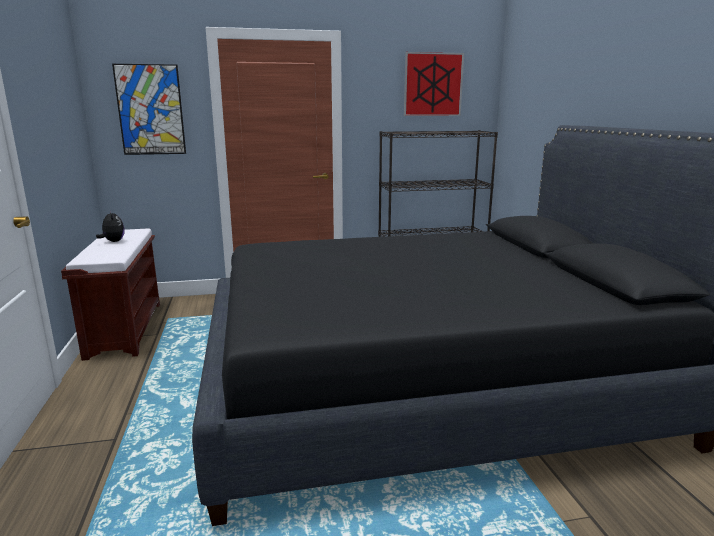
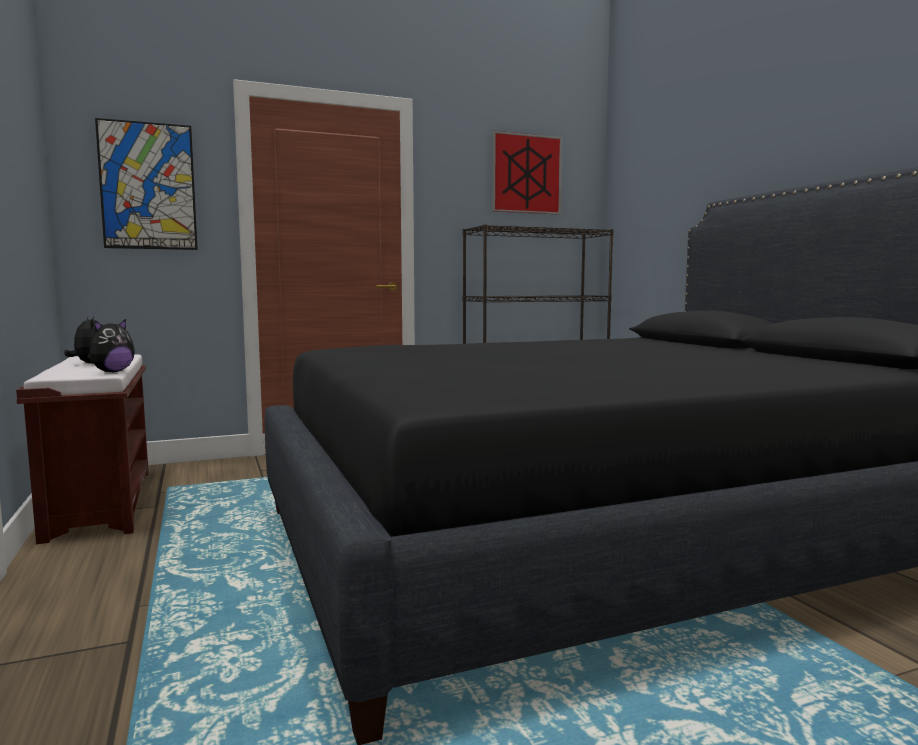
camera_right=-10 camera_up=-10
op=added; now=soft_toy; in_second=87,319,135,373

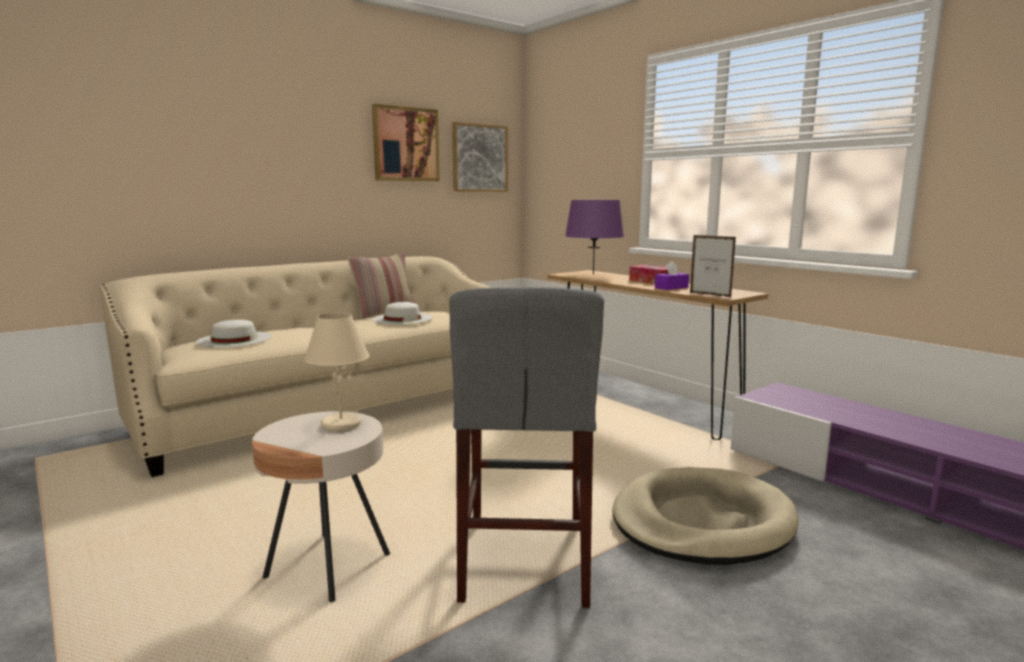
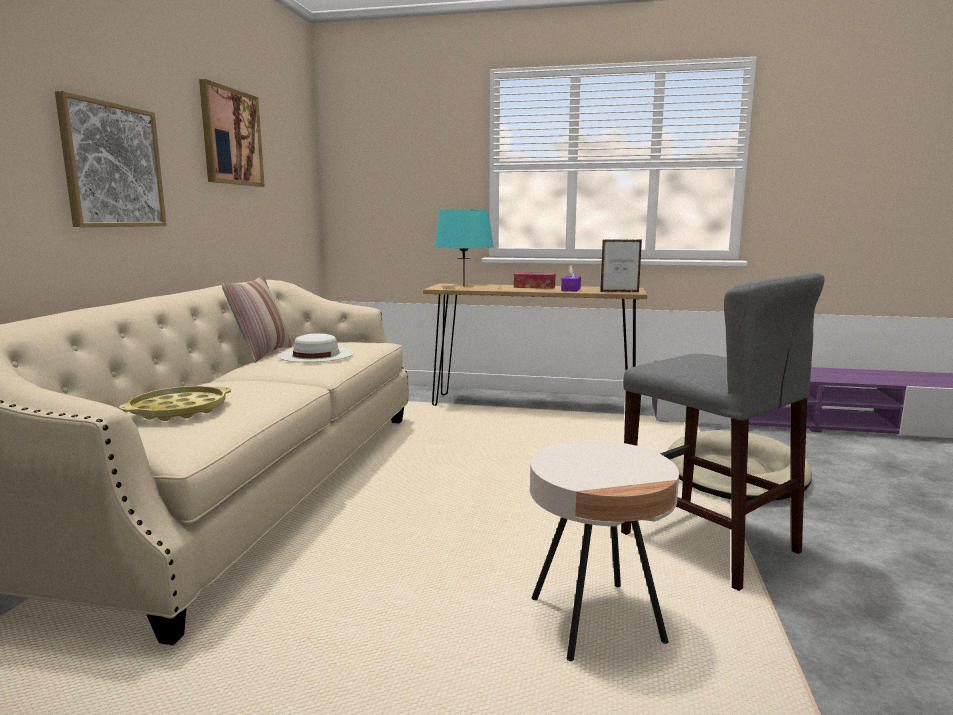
camera_right=-40 camera_up=0
op=replaced; was=white-coloured_wearable_hat; now=yellow-coloured_carrying_tray; in_first=196,319,272,347; in_second=119,386,231,421
op=removed; was=beige-coloured_tabletop_lamp; in_first=304,313,370,431
op=moved; was=wall_picture; in_first=452,122,508,192; in_second=55,91,167,227
op=recoloured; was=purplish_tabletop_lamp; now=turquoise-coloured_tabletop_lamp; in_first=565,200,624,275; in_second=434,210,494,286

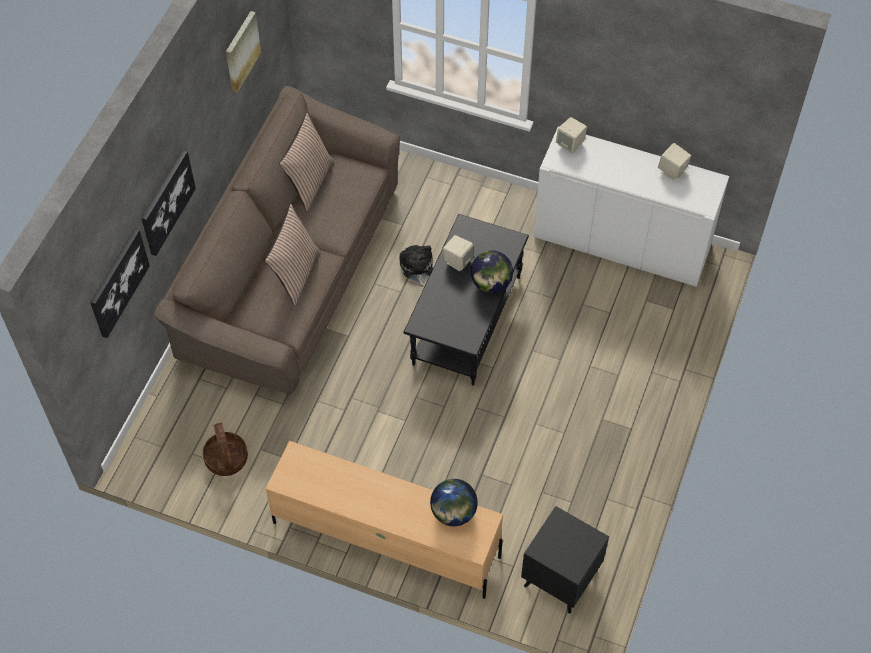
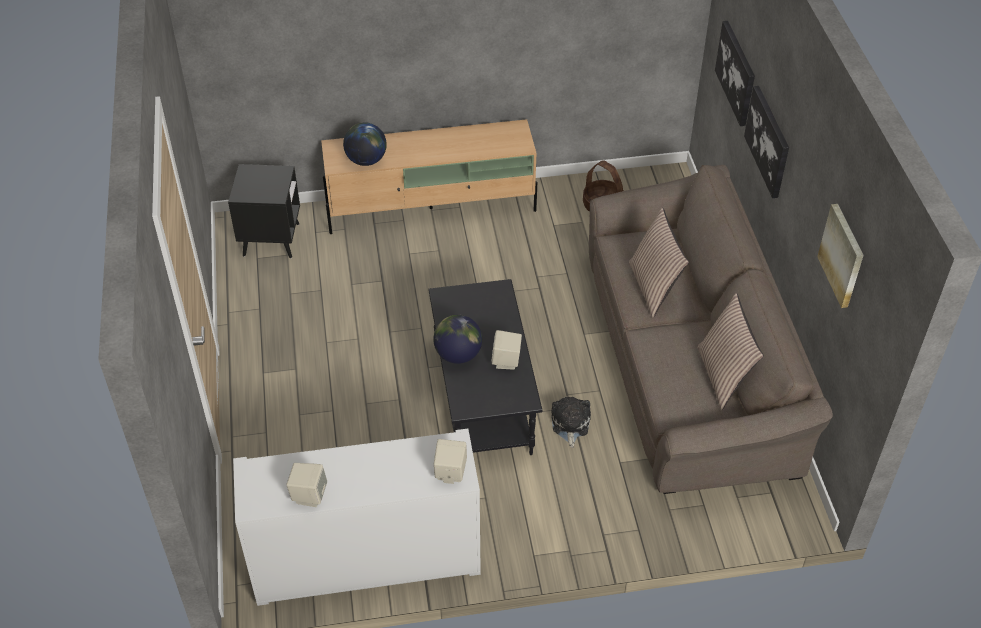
camera_right=150 camera_up=-10
op=turned; was=soft_toy; in_first=399,245,433,287; in_second=551,397,591,448; clockwise=-135

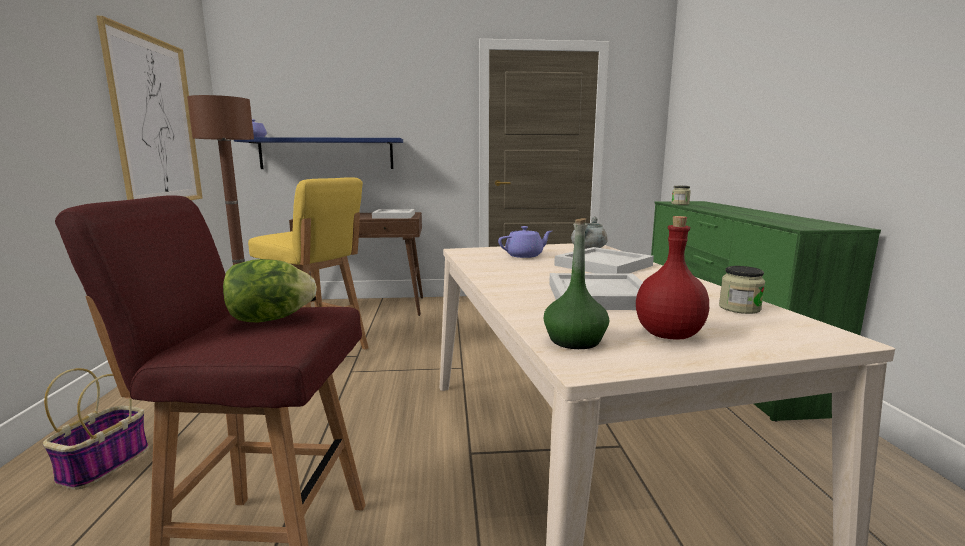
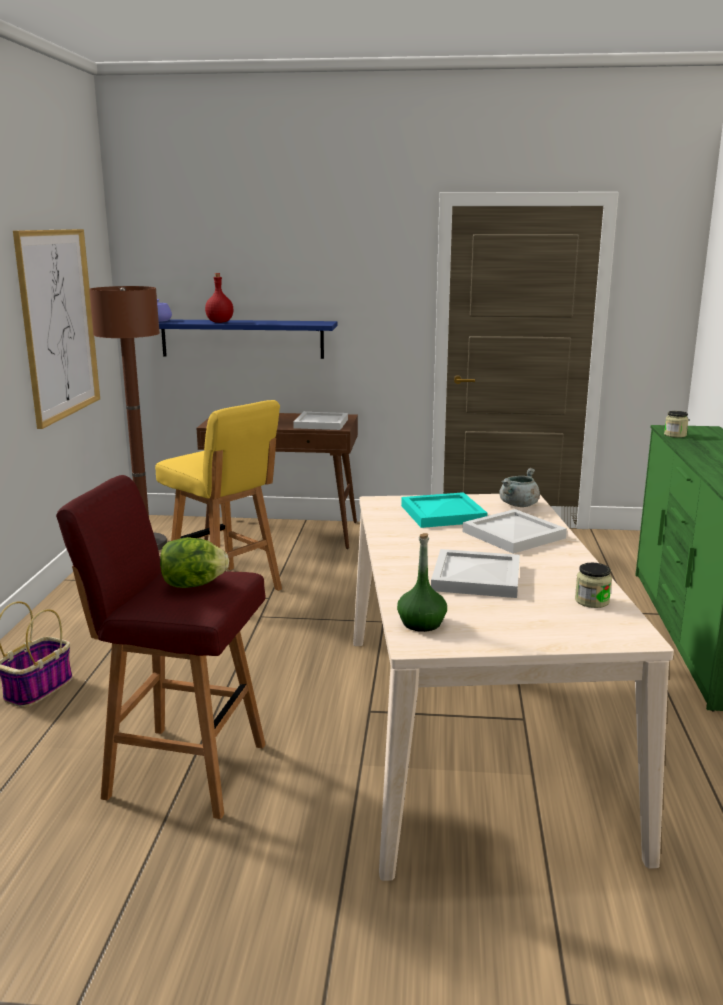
camera_right=10 camera_up=5
op=replaced; was=purplish_tea_pot; now=turquoise-coloured_carrying_tray; in_first=498,226,552,258; in_second=401,492,488,528
op=moved; was=red-coloured_drink_bottle; in_first=636,216,709,340; in_second=205,273,233,323

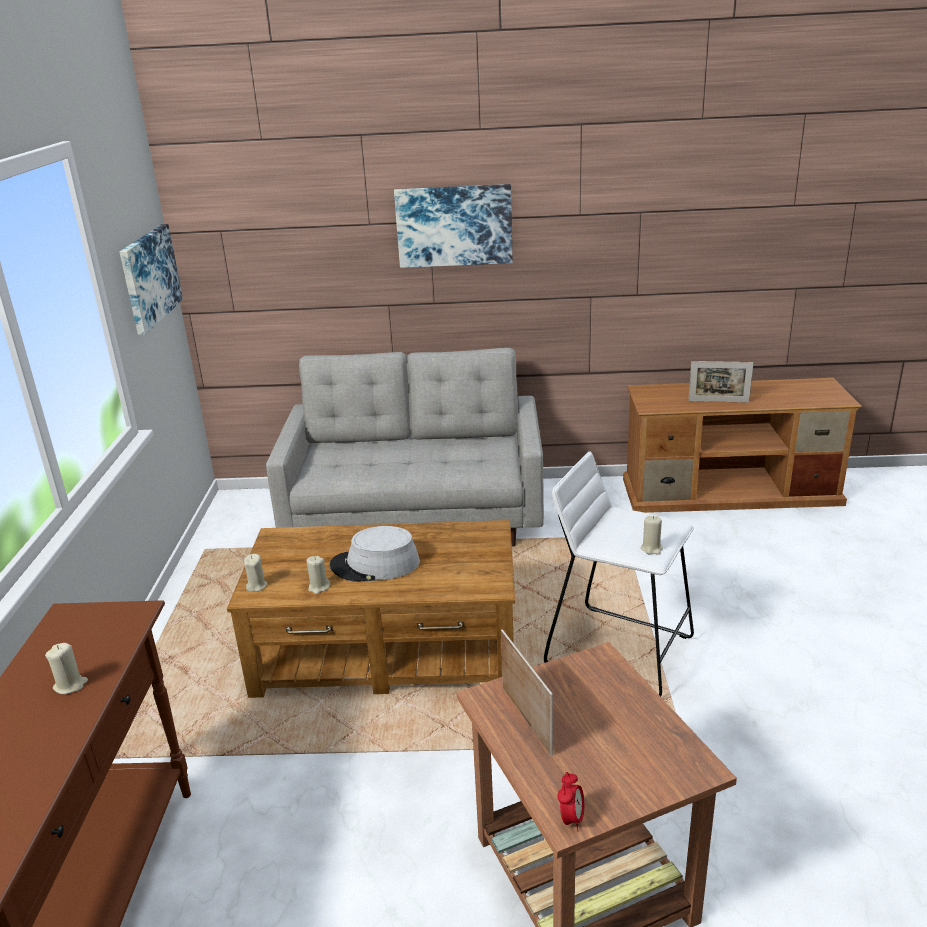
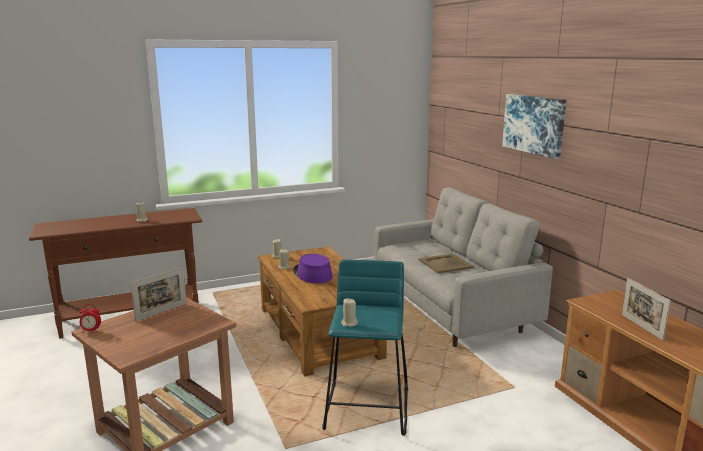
camera_right=65 camera_up=-10
op=removed; was=wall_picture; in_first=120,224,183,335
op=recoloured; was=gray_wearable_hat; now=purplish_wearable_hat; in_first=330,526,420,582; in_second=293,254,333,284
op=recoloured; was=white-coloured_sitting_stool; now=turquoise-coloured_sitting_stool; in_first=544,451,694,697; in_second=322,260,408,436
op=added; now=beige-coloured_carrying_tray; in_second=418,254,474,274

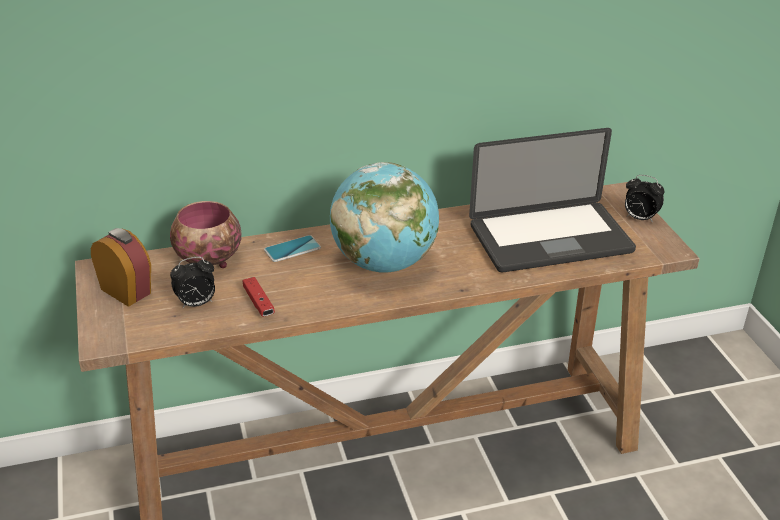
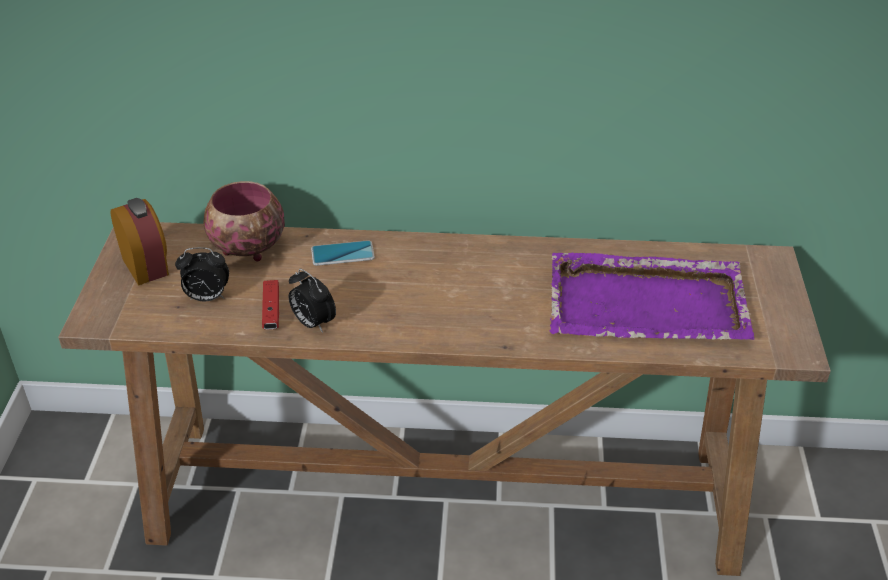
camera_right=20 camera_up=5
op=removed; was=globe; in_first=330,162,439,272
op=replaced; was=portable_computer; now=purplish_carrying_tray; in_first=469,128,636,272; in_second=549,253,755,340
op=moved; was=bedside_clock; in_first=625,175,664,223; in_second=289,269,336,333

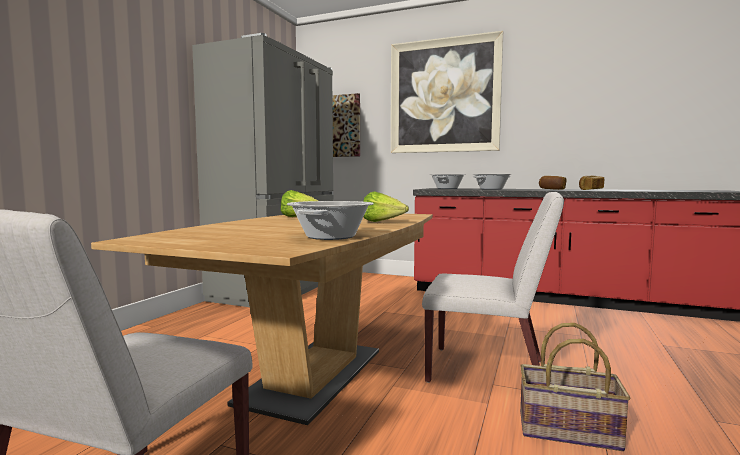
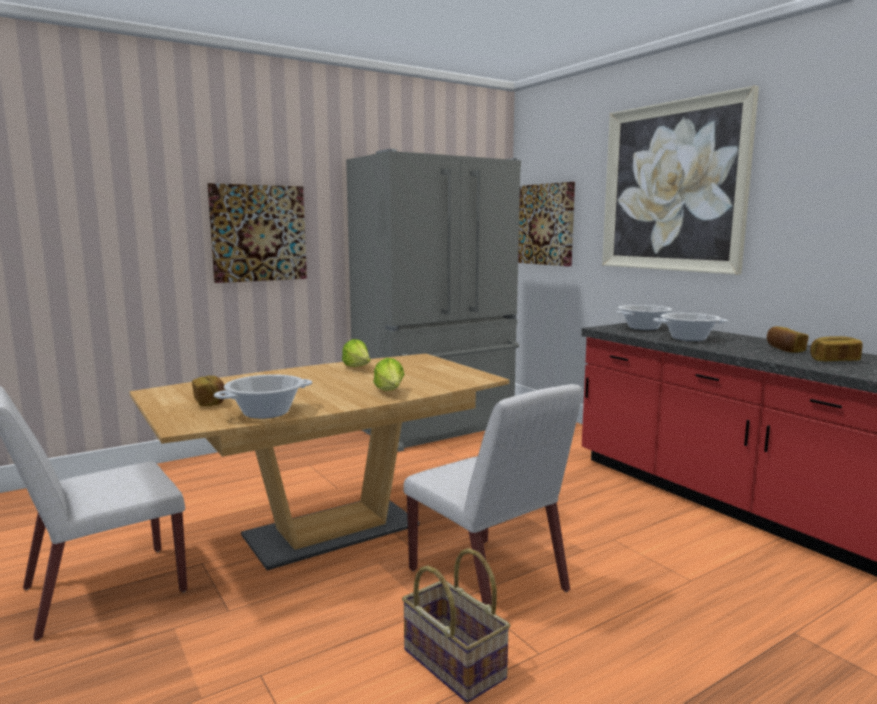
camera_right=35 camera_up=5
op=added; now=bread; in_second=192,376,225,406
op=added; now=wall_picture; in_second=208,183,307,283

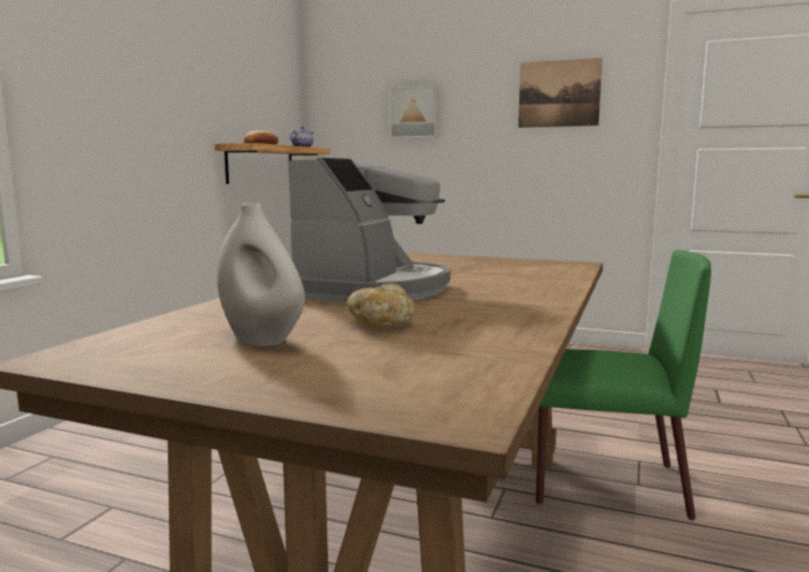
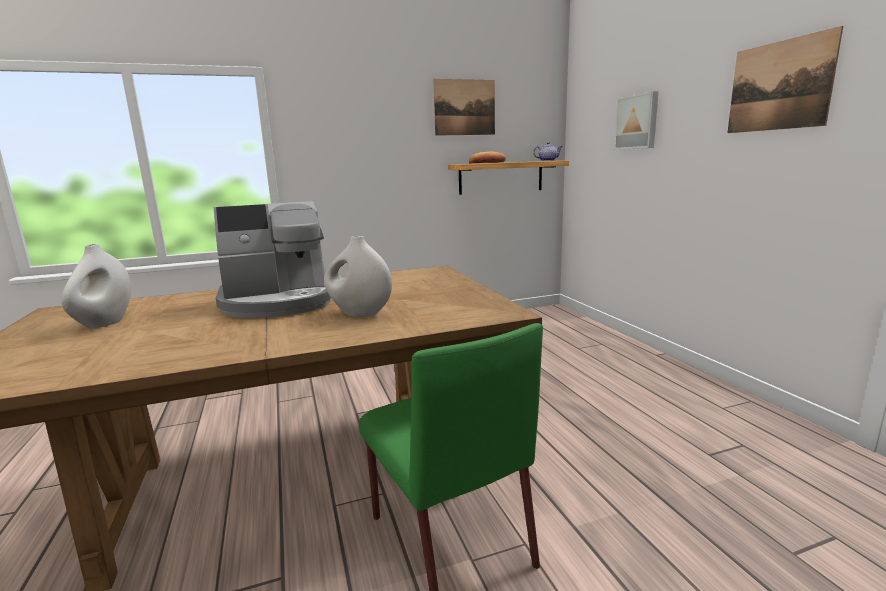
camera_right=50 camera_up=5
op=removed; was=bread; in_first=347,283,416,328
op=added; now=white-coloured_vase; in_second=324,236,392,317
op=added; now=wall_picture; in_second=433,79,495,136

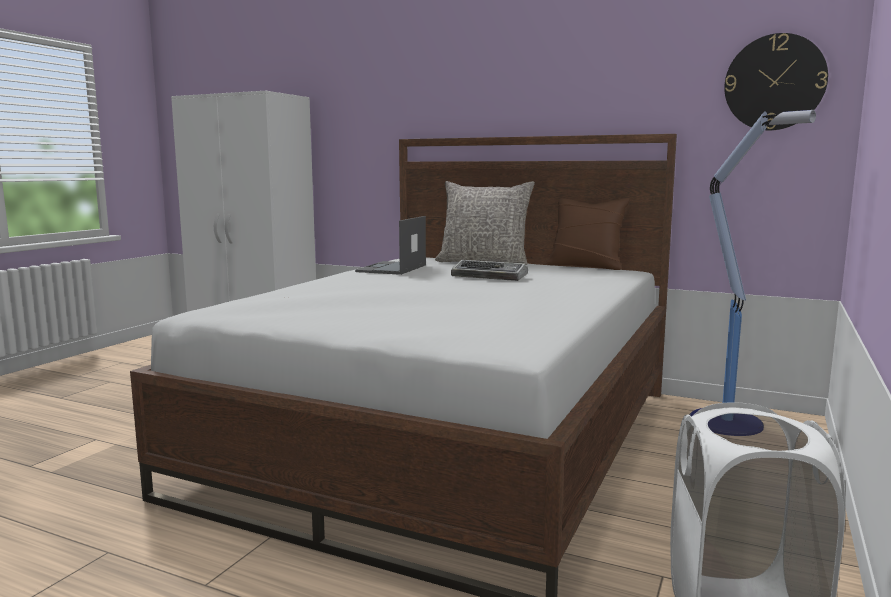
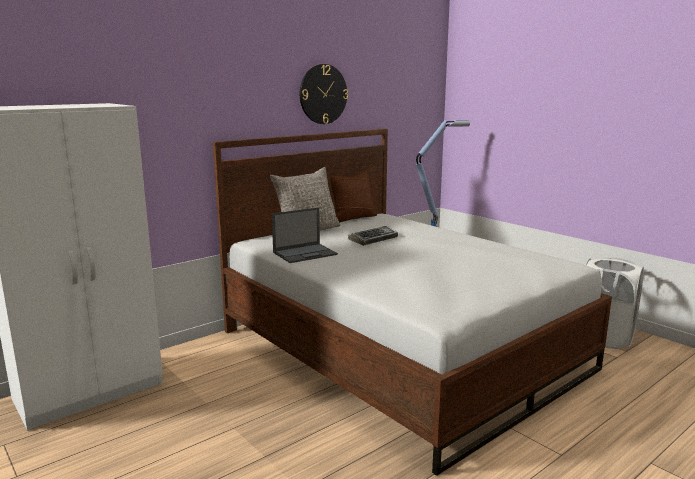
camera_right=-65 camera_up=5
op=turned; was=portable_computer; in_first=355,216,426,275; in_second=272,207,338,263; clockwise=-75
op=moved; was=hanging_clock; in_first=724,33,828,130; in_second=300,64,348,124

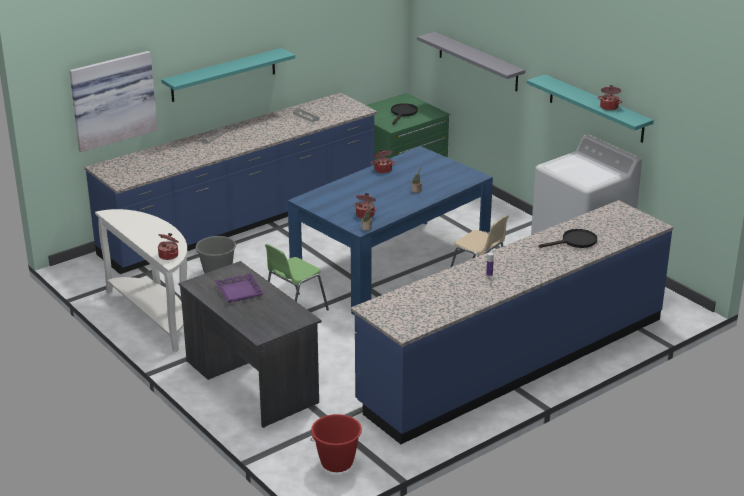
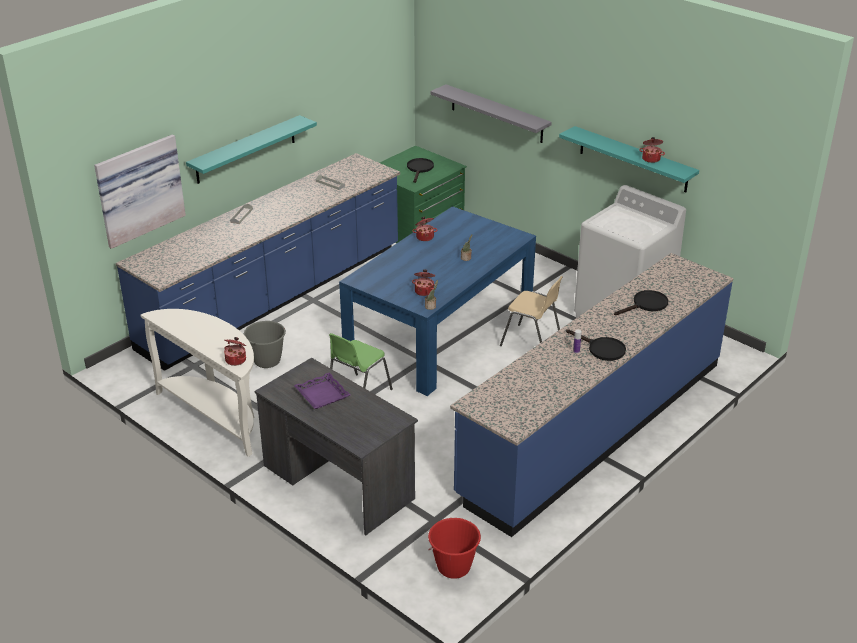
camera_right=-10 camera_up=5
op=added; now=black-coloured_skillet; in_second=566,329,626,361

